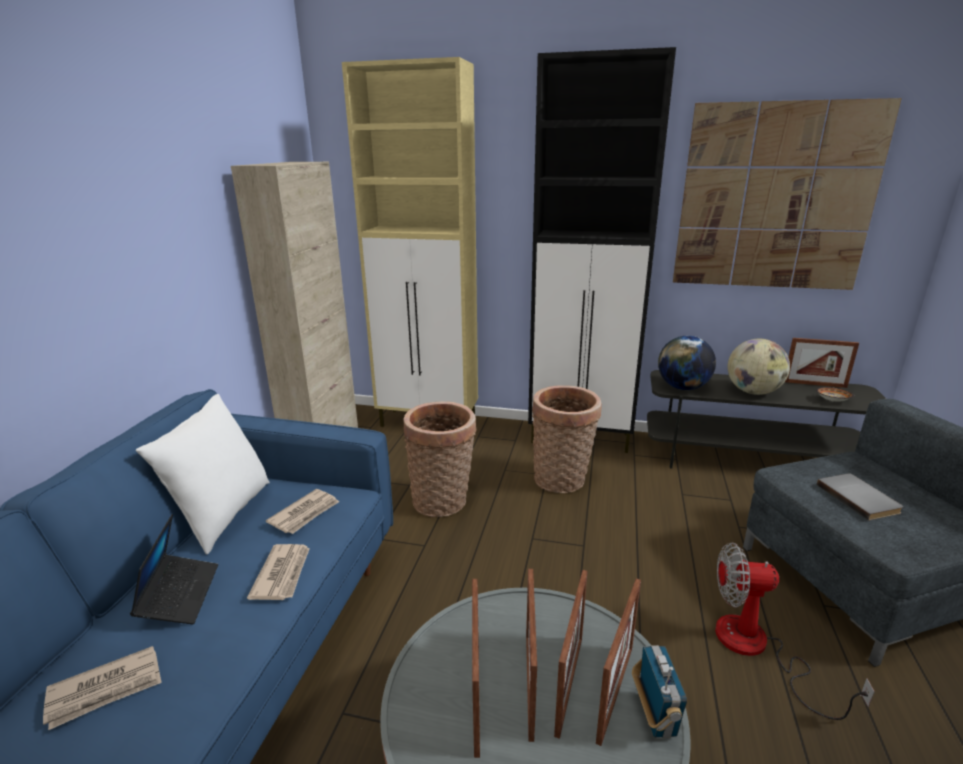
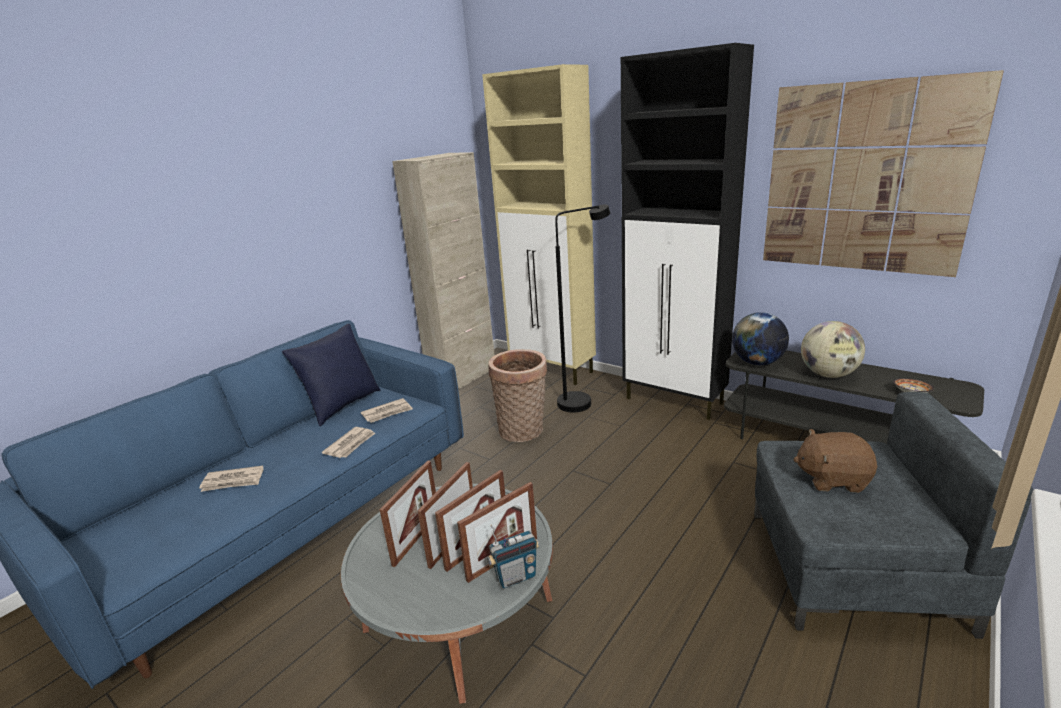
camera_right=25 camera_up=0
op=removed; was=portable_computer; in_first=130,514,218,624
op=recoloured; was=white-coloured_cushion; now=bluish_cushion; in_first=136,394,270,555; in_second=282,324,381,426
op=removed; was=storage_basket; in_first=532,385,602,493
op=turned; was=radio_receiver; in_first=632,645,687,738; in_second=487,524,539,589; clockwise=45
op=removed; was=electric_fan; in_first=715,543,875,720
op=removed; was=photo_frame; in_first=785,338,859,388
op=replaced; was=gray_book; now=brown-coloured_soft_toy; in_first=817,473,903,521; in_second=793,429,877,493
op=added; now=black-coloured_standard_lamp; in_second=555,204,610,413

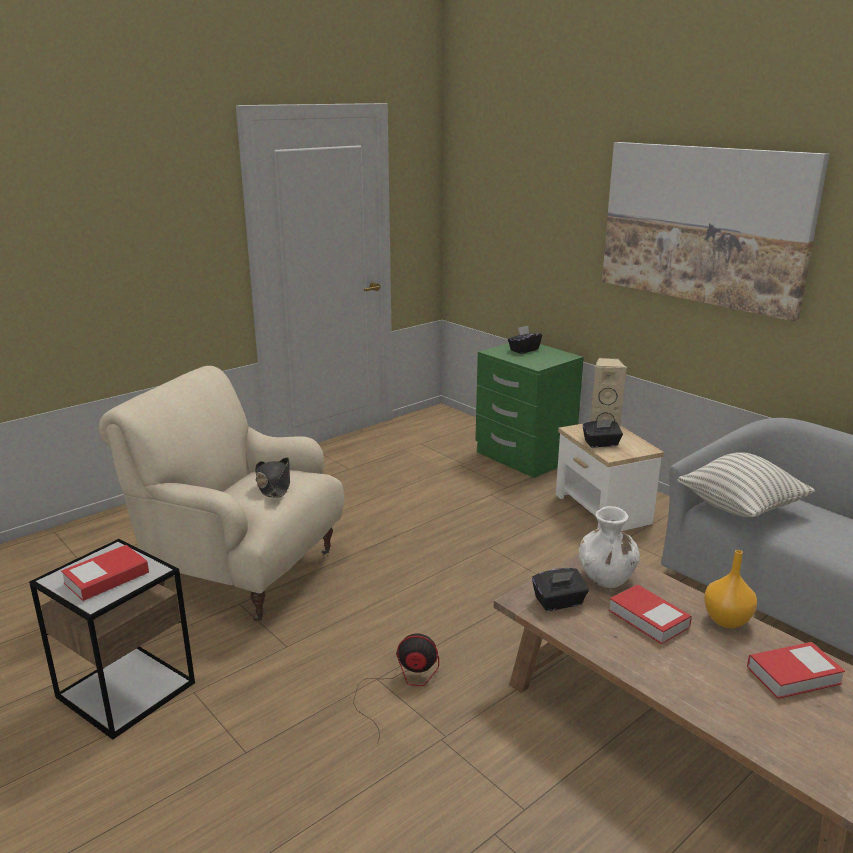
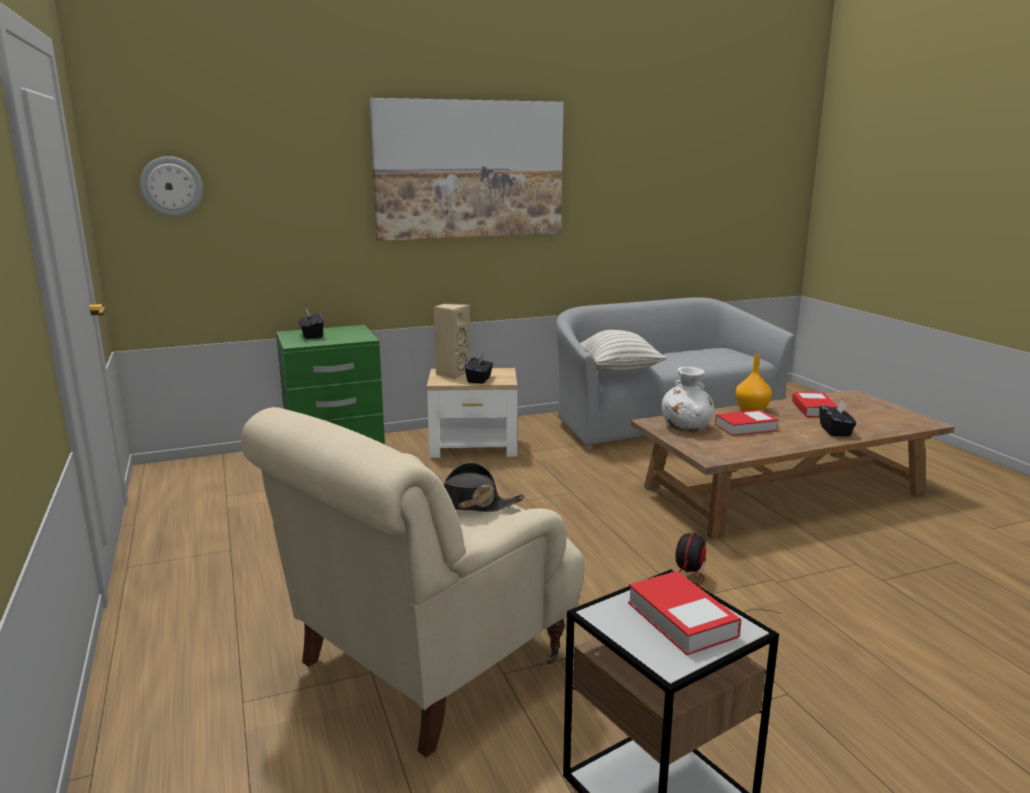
camera_right=-70 camera_up=-5
op=moved; was=black-coloured_tissue_holder; in_first=532,568,589,611; in_second=819,400,856,436
op=added; now=hanging_clock; in_second=140,156,203,217

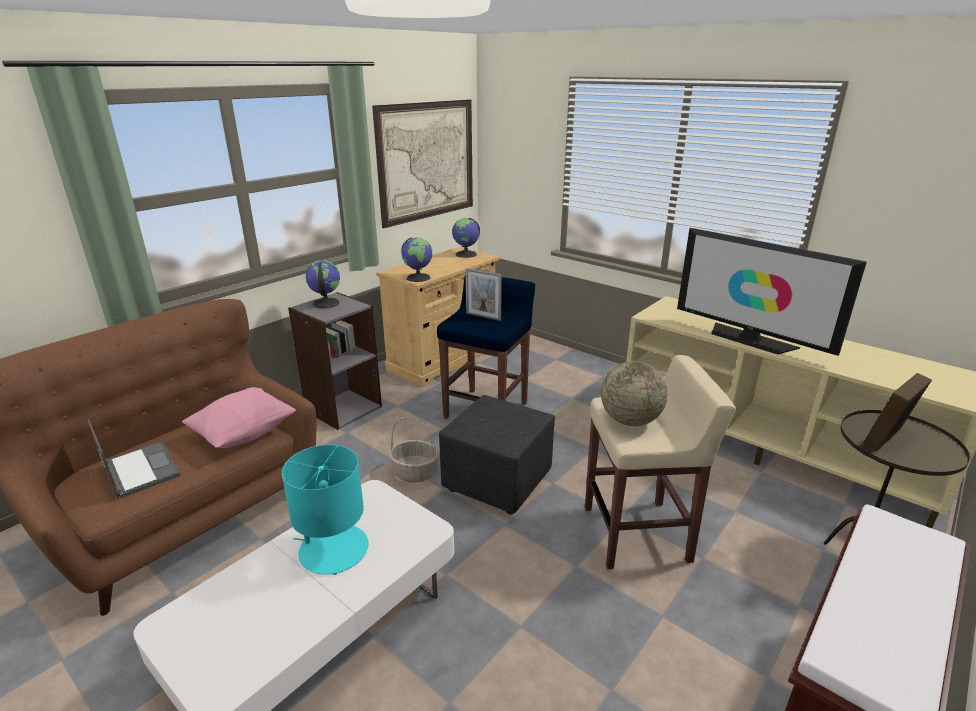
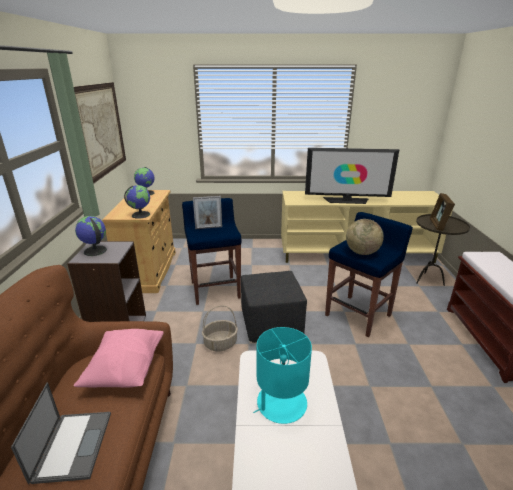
camera_right=-40 camera_up=0
op=turned; was=portable_computer; in_first=88,420,181,499; in_second=11,382,111,484; clockwise=75
op=recoloured; was=beige-coloured_sitting_stool; now=bluish_sitting_stool; in_first=585,355,736,569; in_second=325,212,413,337

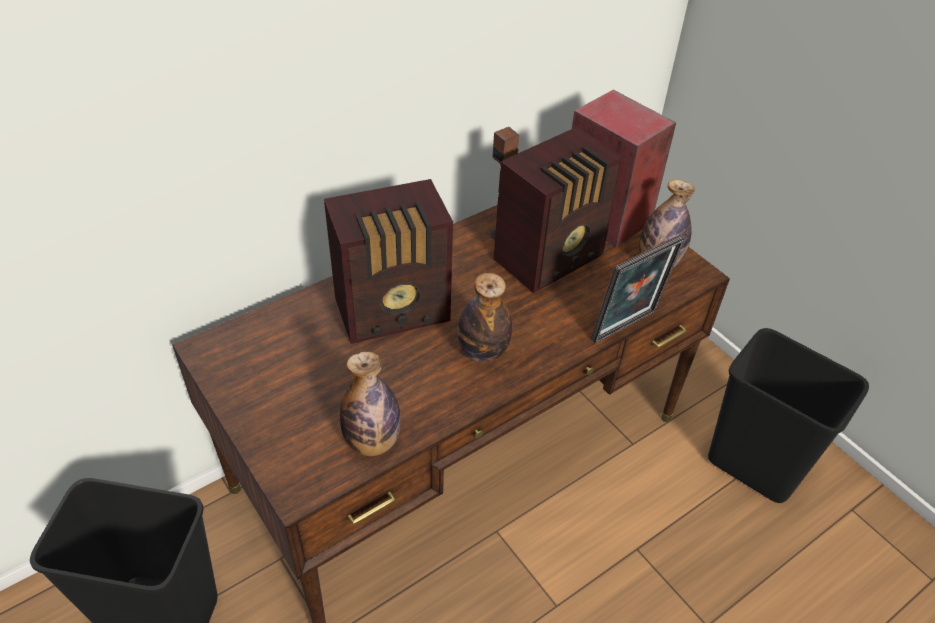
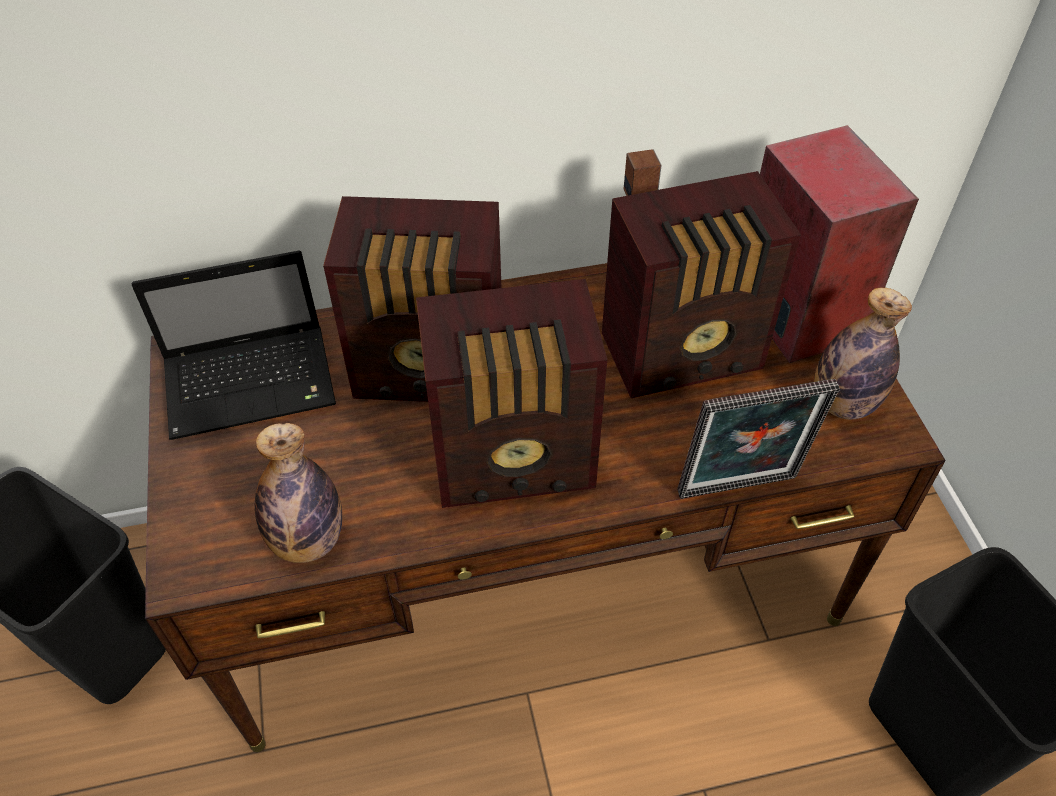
camera_right=25 camera_up=5
op=replaced; was=drink_bottle; now=radio_receiver; in_first=458,273,512,362; in_second=416,279,607,508
op=added; now=portable_computer; in_second=132,251,336,440

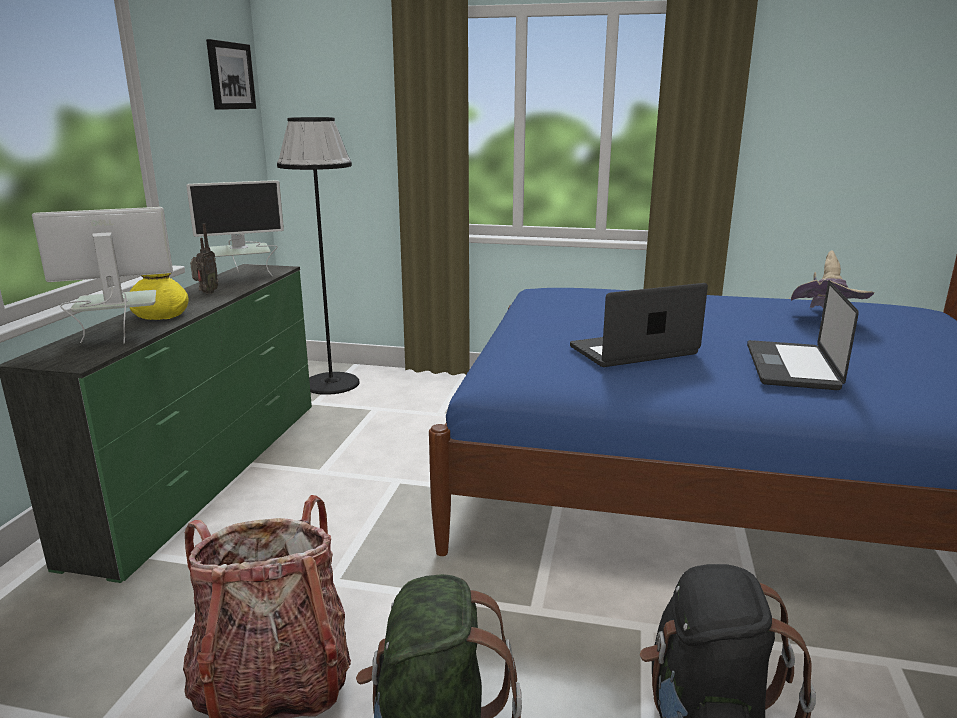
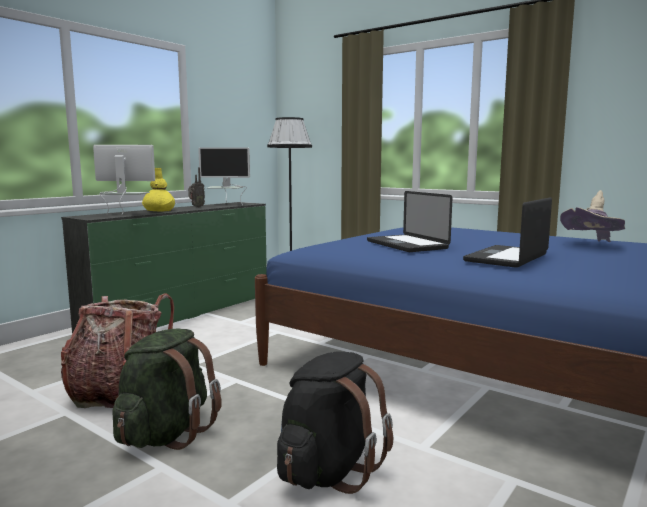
camera_right=25 camera_up=-10
op=removed; was=wall_picture; in_first=206,39,256,110
op=turned; was=portable_computer; in_first=570,283,708,367; in_second=367,191,452,252; clockwise=-120

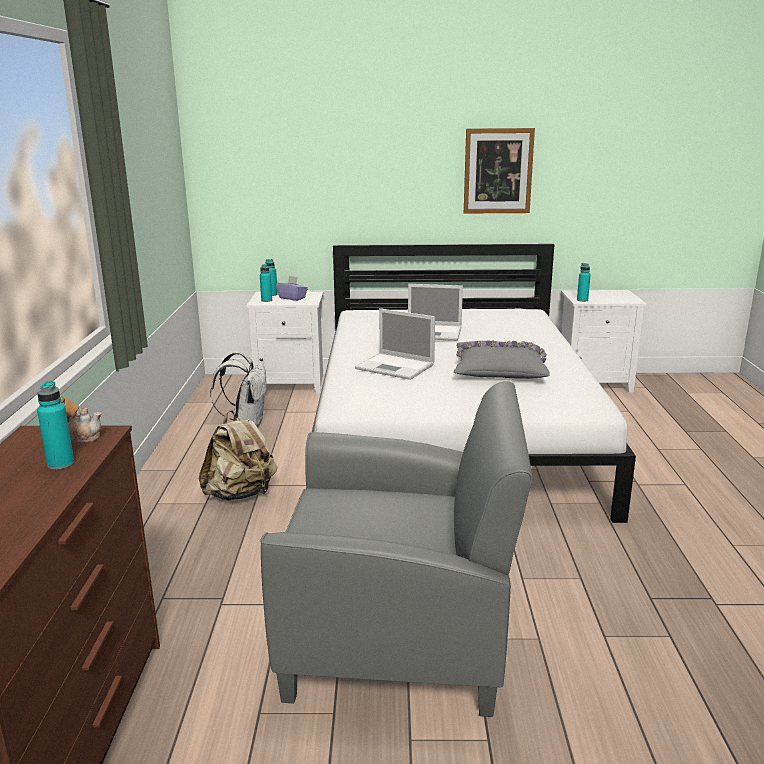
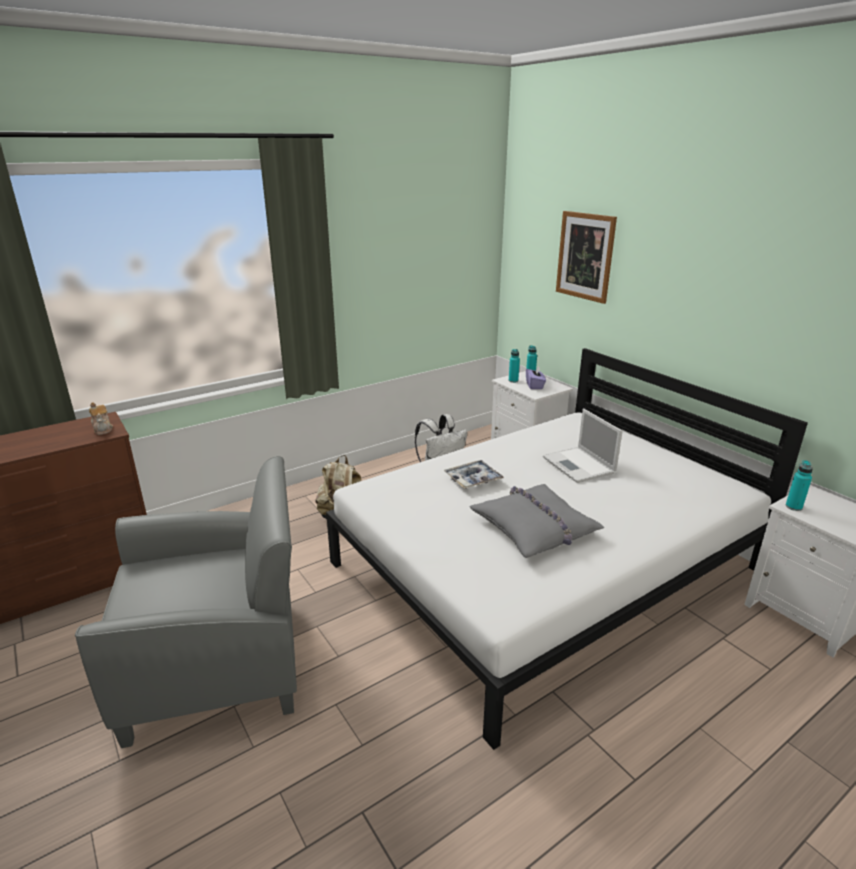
camera_right=55 camera_up=5
op=removed; was=turquoise-coloured_drink_bottle; in_first=37,381,74,470
op=turned; was=gray_armchair; in_first=260,381,533,717; in_second=75,456,297,748; clockwise=-75
op=replaced; was=portable_computer; now=carrying_tray; in_first=355,308,435,380; in_second=444,460,504,489
op=moved; was=wall_picture; in_first=464,128,535,213; in_second=556,211,617,304

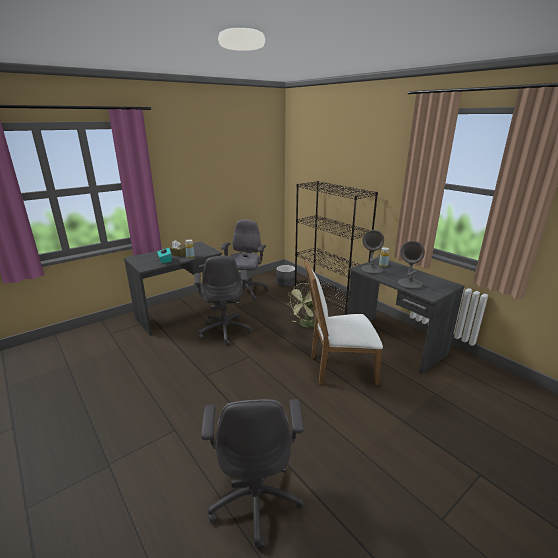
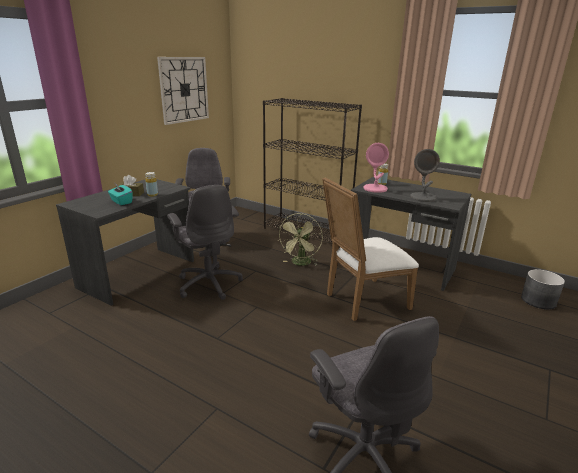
camera_right=-20 camera_up=0
op=moved; was=gray_planter; in_first=276,265,295,287; in_second=521,269,565,309
op=recoloured; was=gray_tabletop_lamp; now=pink-coloured_tabletop_lamp; in_first=361,230,384,274; in_second=363,143,389,193
op=added; now=hanging_clock; in_second=157,57,209,125

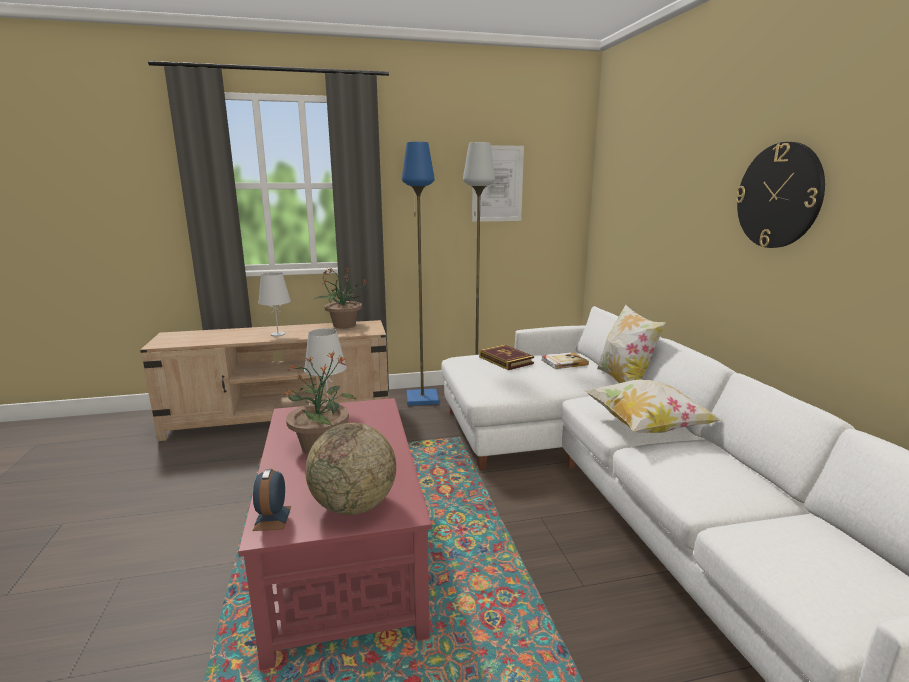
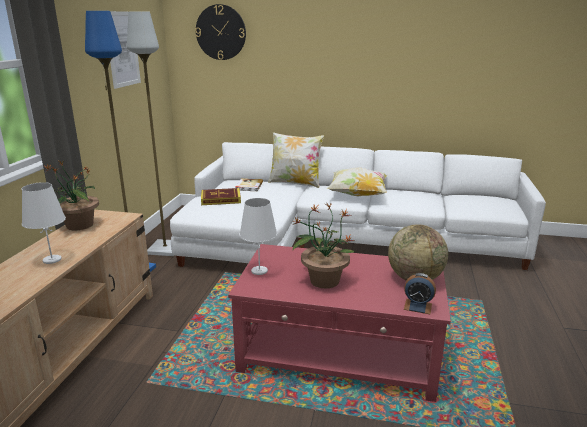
camera_right=-65 camera_up=5
op=moved; was=hanging_clock; in_first=735,142,825,248; in_second=195,4,246,60

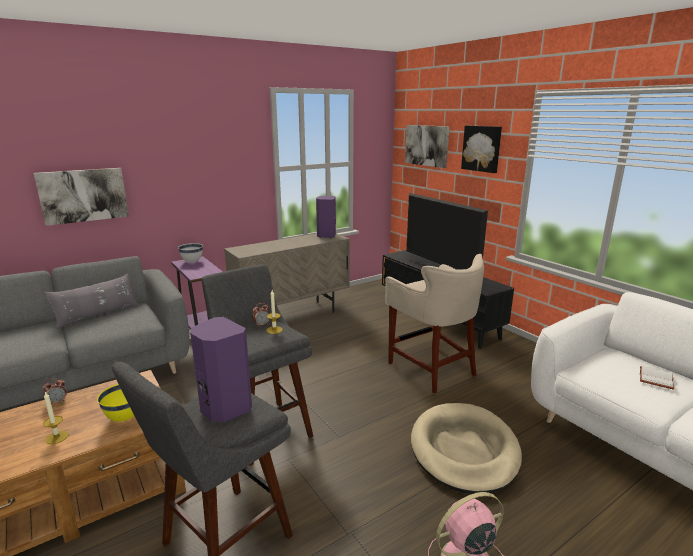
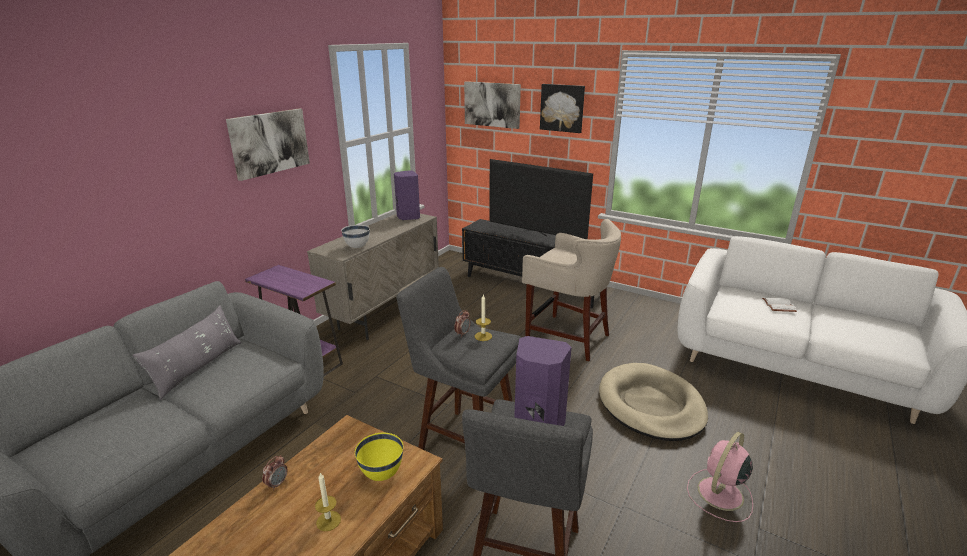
camera_right=-25 camera_up=5
op=moved; was=wall_picture; in_first=34,168,129,226; in_second=226,109,310,181
op=moved; was=white-coloured_serving_bowl; in_first=178,243,203,262; in_second=341,225,370,248

